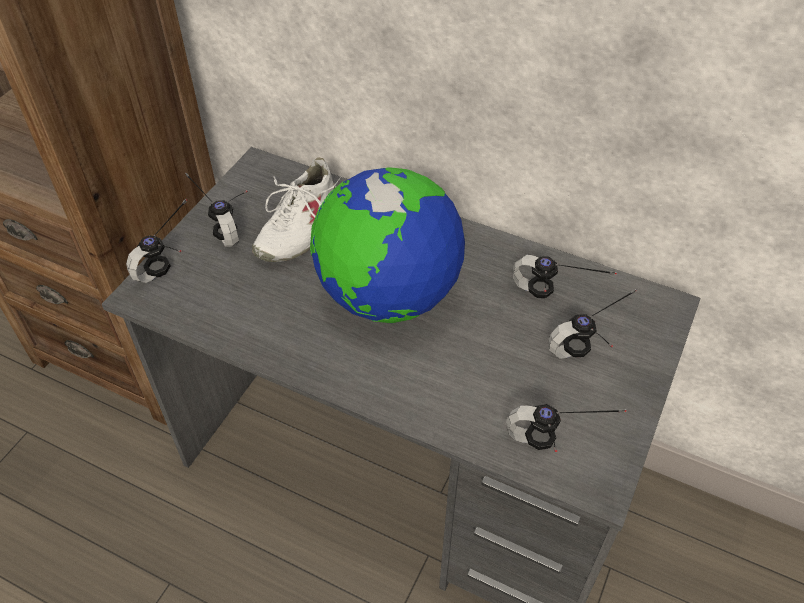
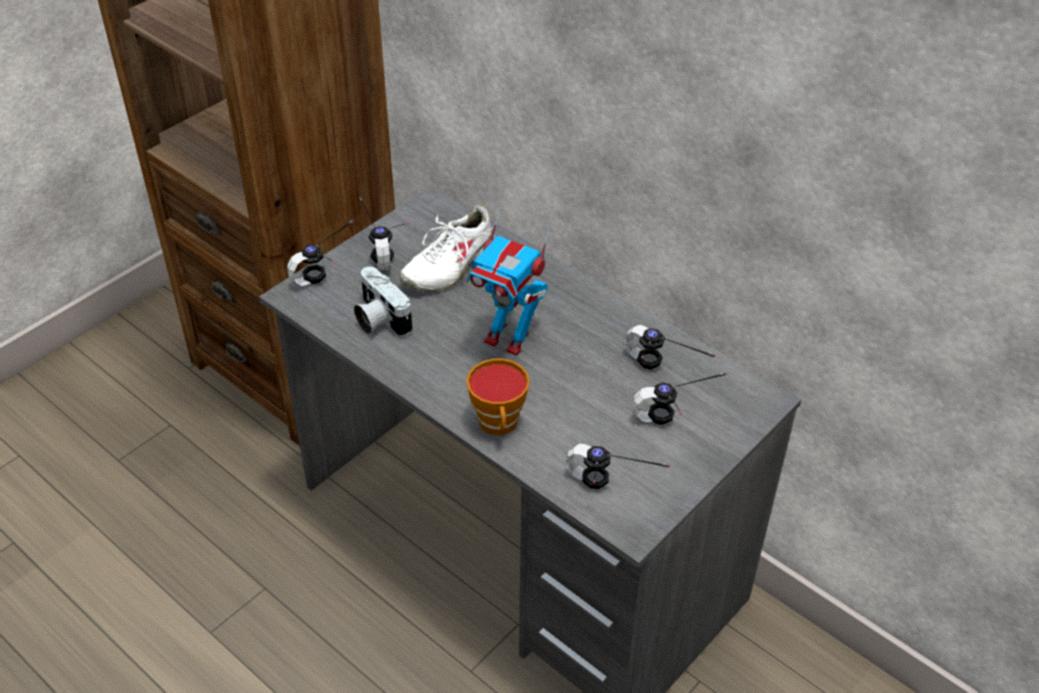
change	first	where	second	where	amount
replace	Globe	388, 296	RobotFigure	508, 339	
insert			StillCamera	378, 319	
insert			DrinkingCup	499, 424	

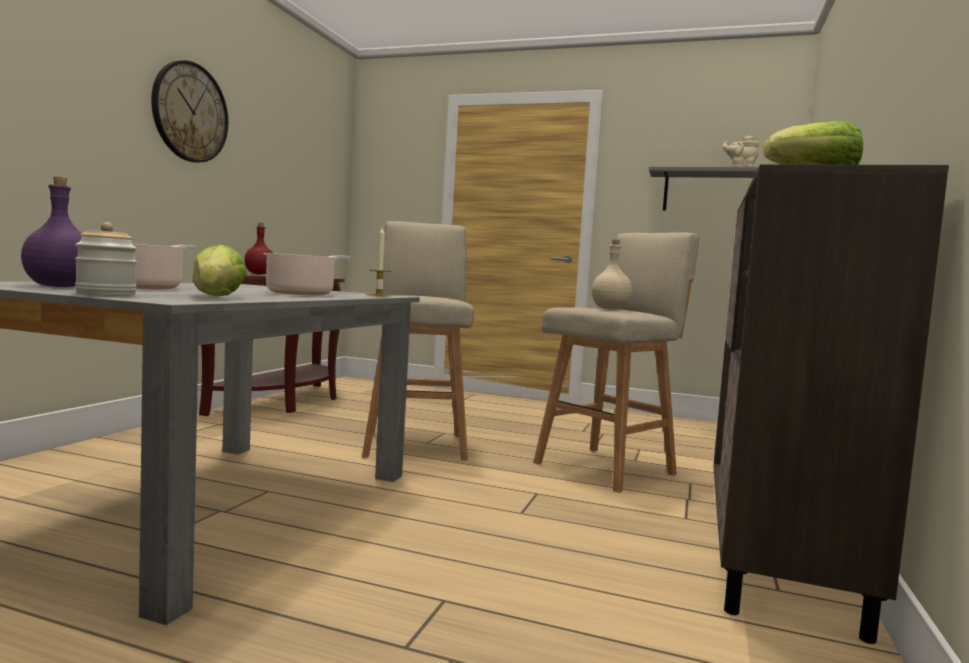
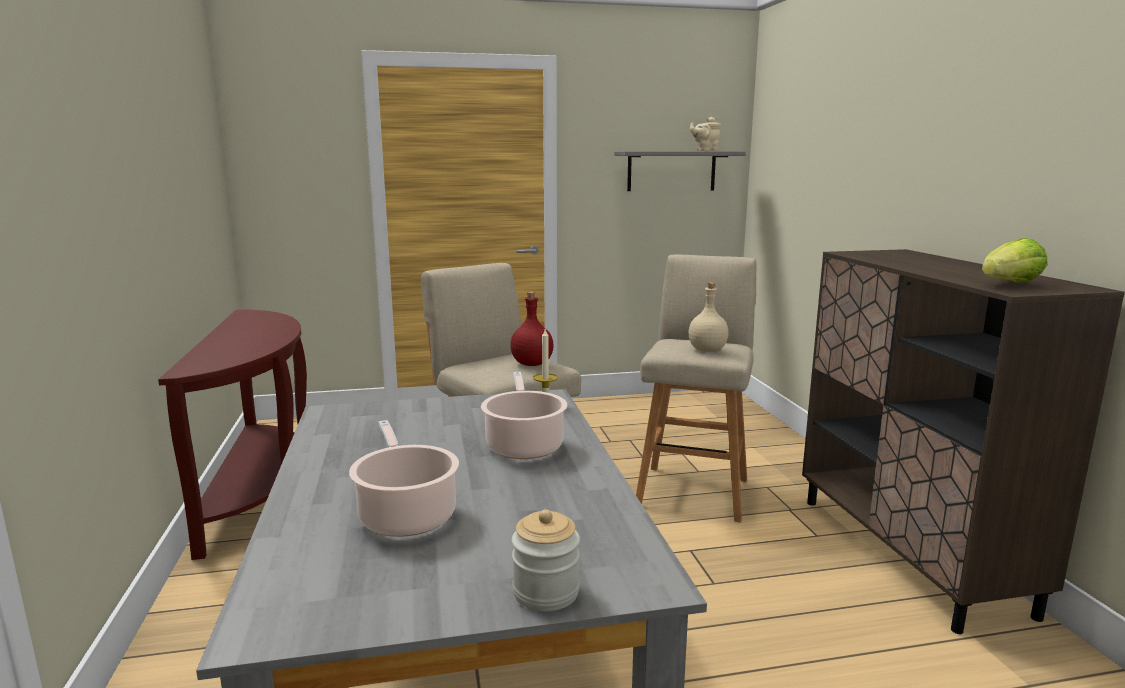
change	first	where	second	where	amount
delete	WallClock	190, 112			
delete	PurplishBeverageBottle	61, 287			
move	RedColouredBeverageBottle	259, 274		531, 364	
delete	HeadOfLettuce	216, 297			

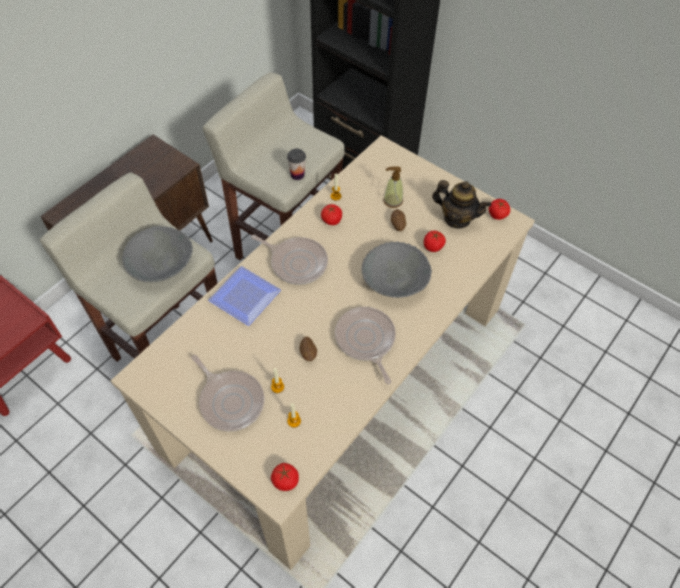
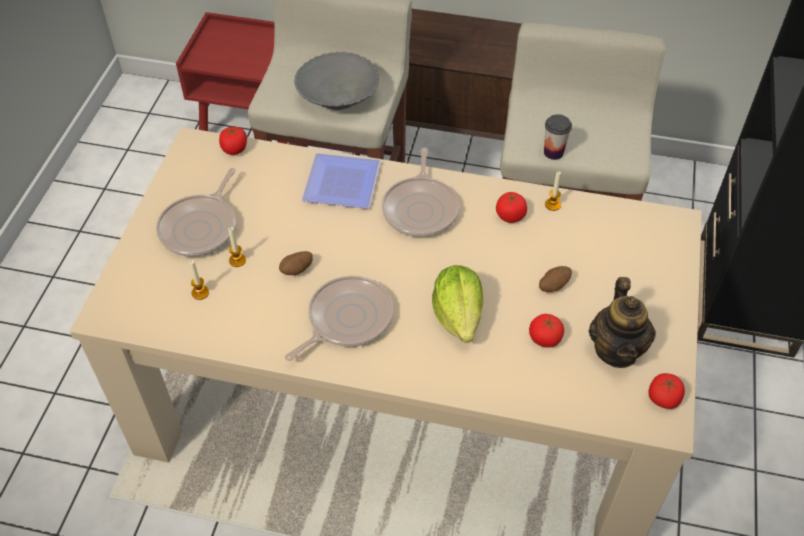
change	first	where	second	where	amount
delete	SoapBottle	392, 201			
replace	GreyServingBowl	394, 280	HeadOfLettuce	458, 316	
move	FreshTomato	285, 480		234, 149	

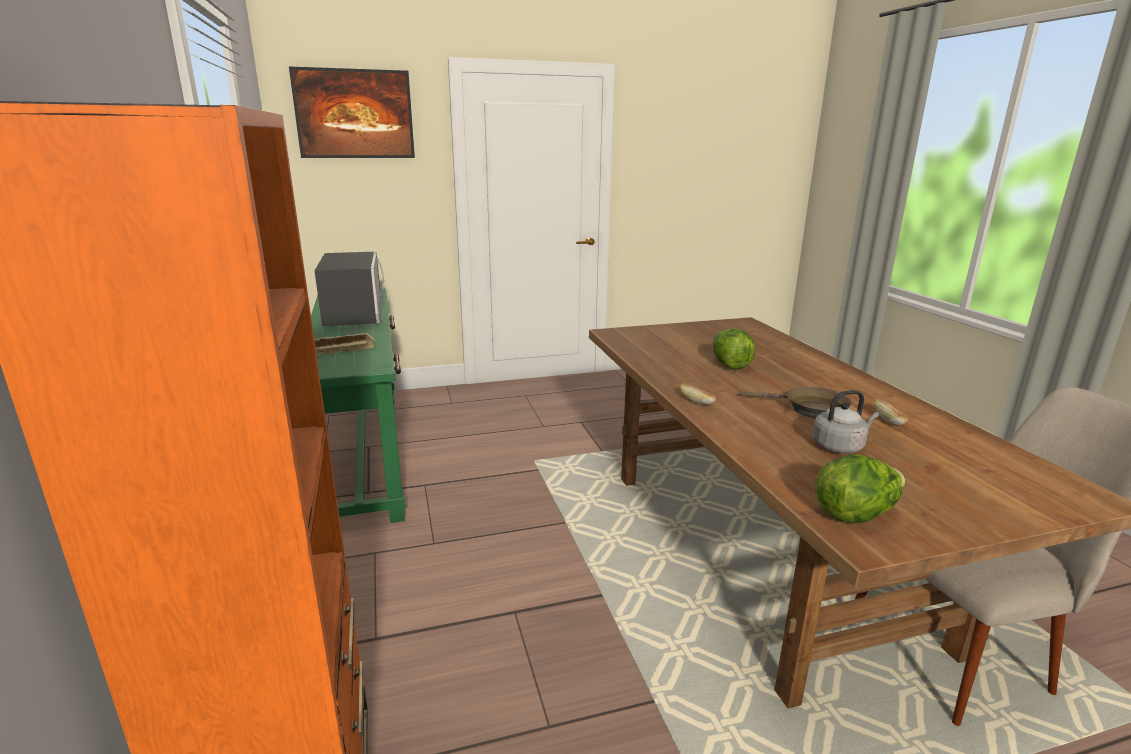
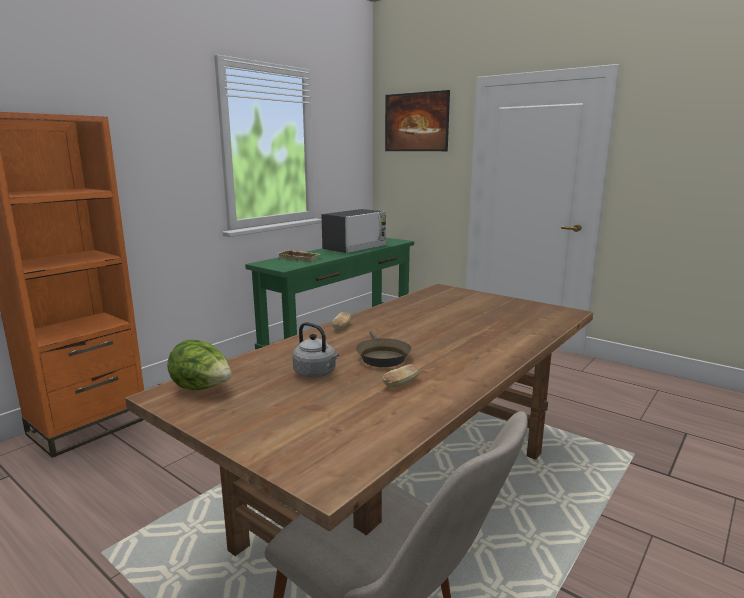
change	first	where	second	where	amount
delete	HeadOfLettuce	729, 365			

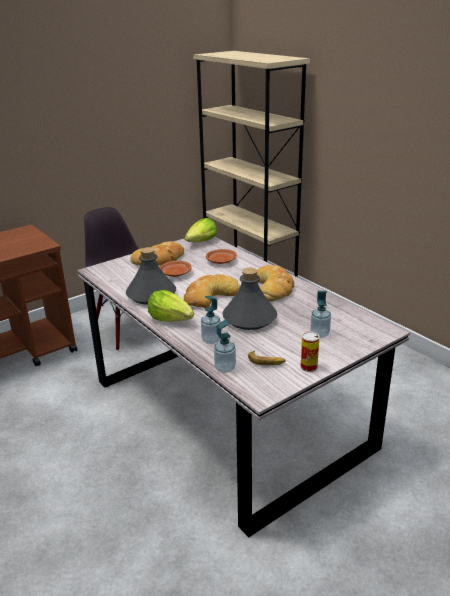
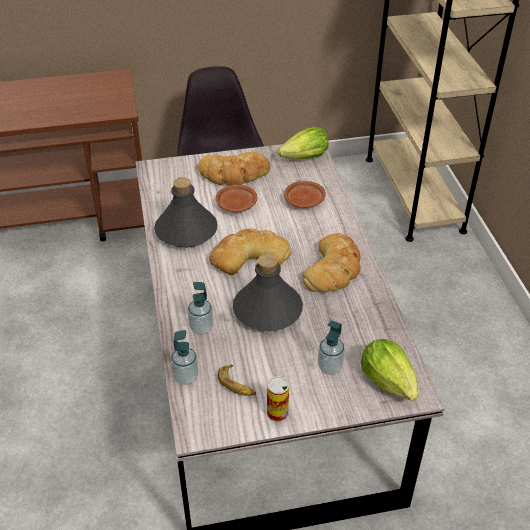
change	first	where	second	where	amount
move	HeadOfLettuce	171, 319		389, 381	

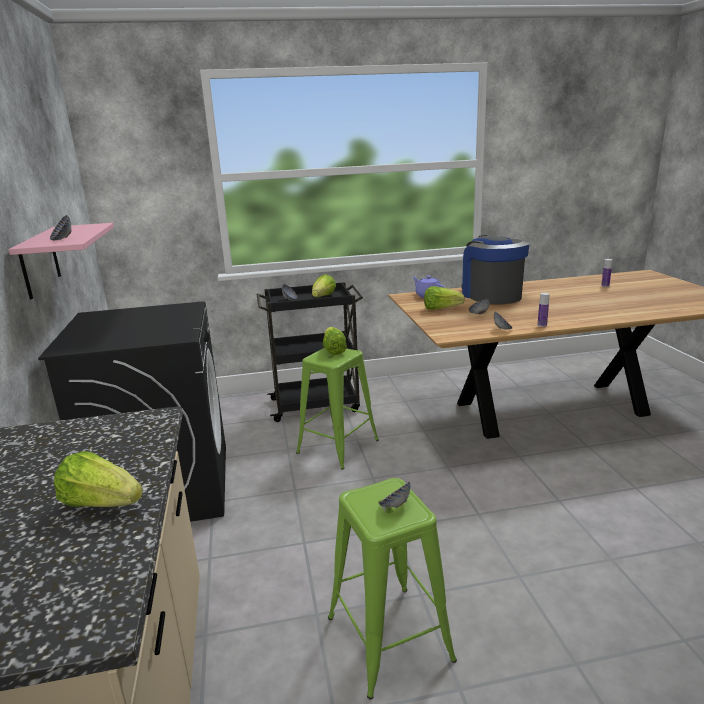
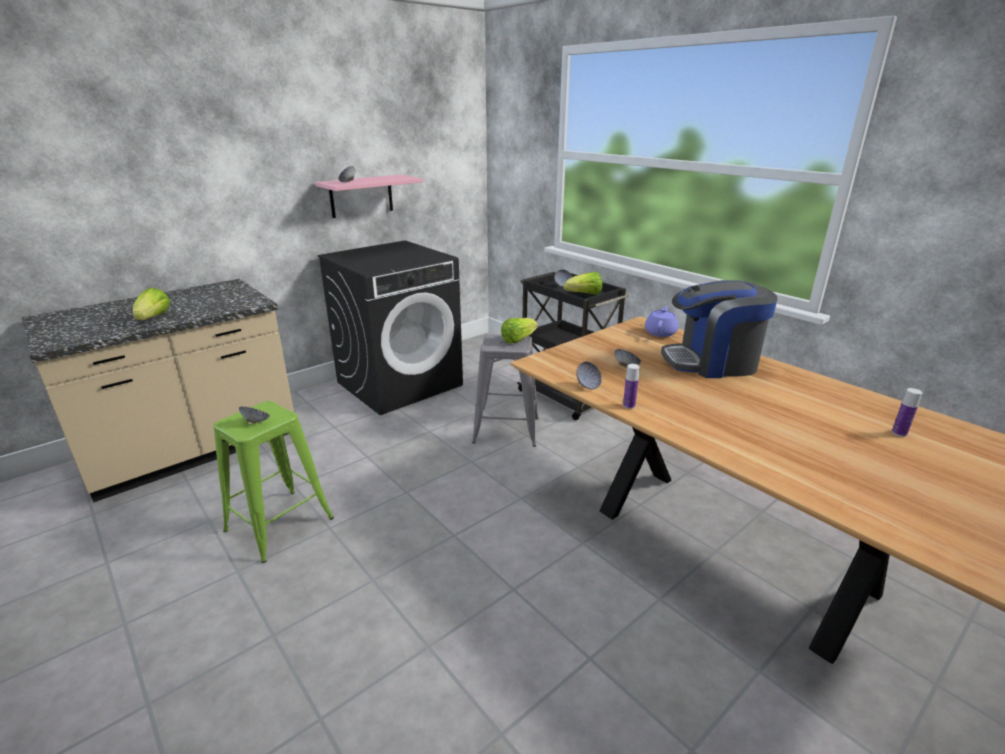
change	first	where	second	where	amount
rotate	CoffeeBrewer	491, 295		712, 362	135 degrees counterclockwise
delete	HeadOfLettuce	441, 309			
recolor	GreenishStoolSeat	337, 447	GreyStoolSeat	505, 430	

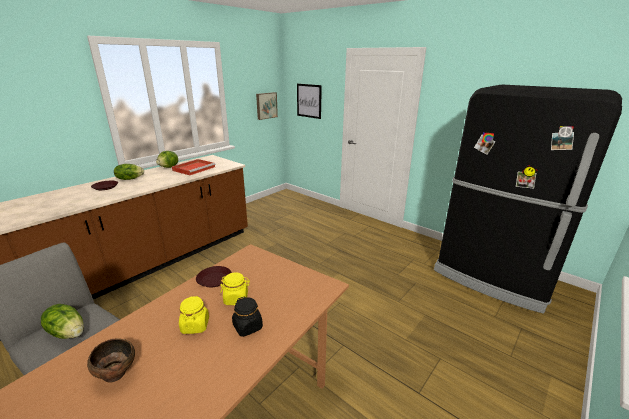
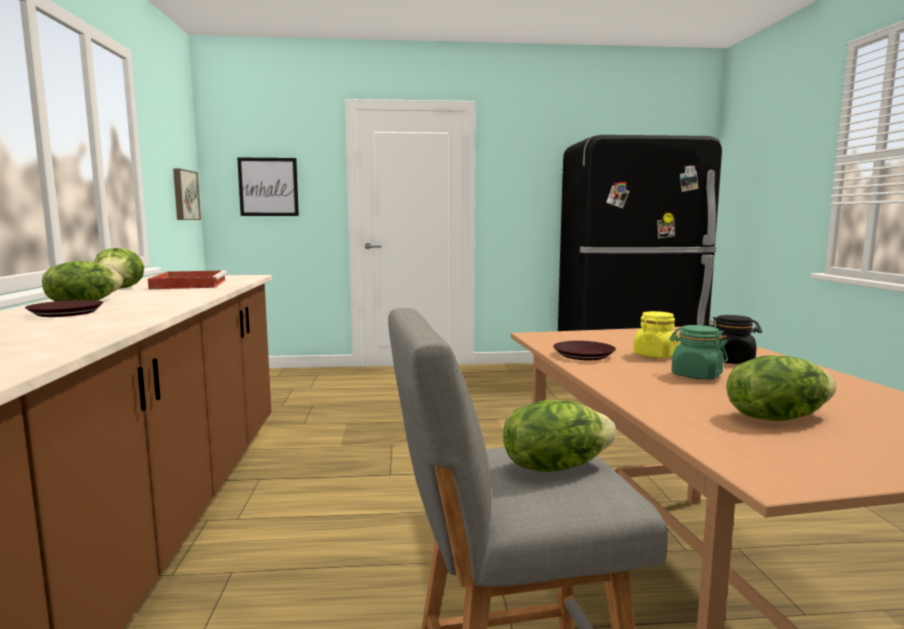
change	first	where	second	where	amount
recolor	YellowishStorageJar	195, 325	GreenishStorageJar	696, 375	
replace	BrownColouredServingBowl	117, 374	HeadOfLettuce	776, 417	

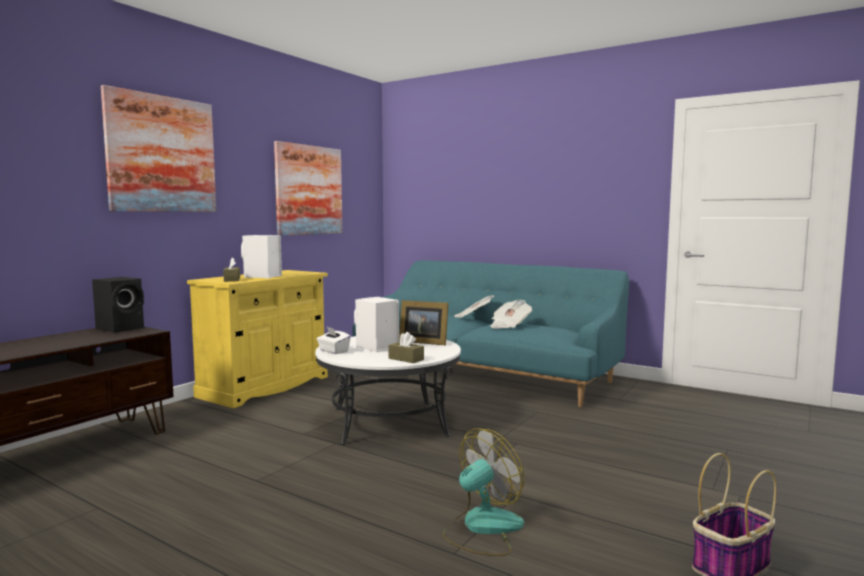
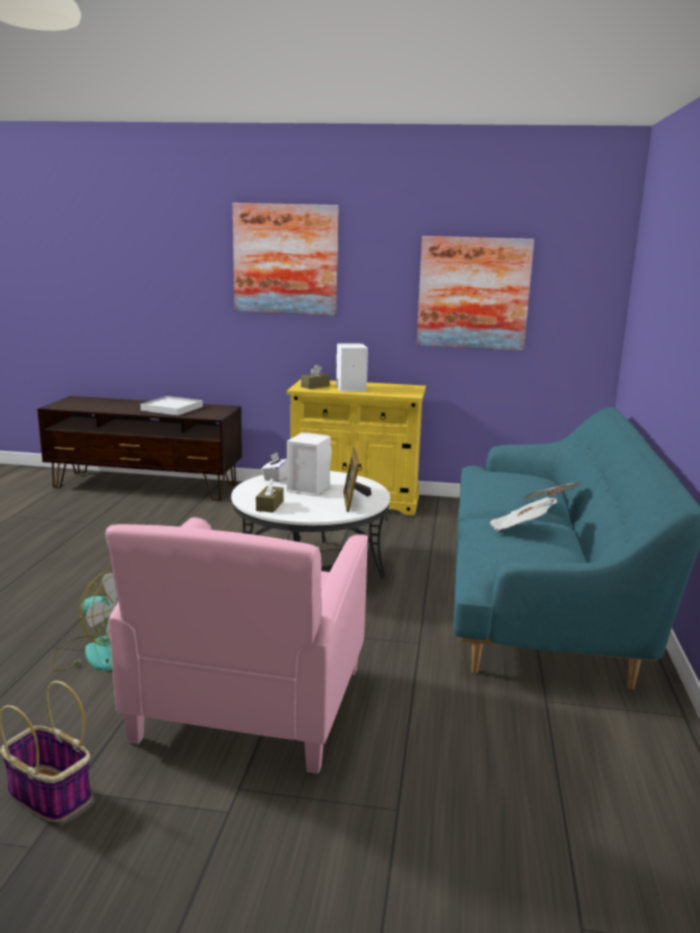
change	first	where	second	where	amount
delete	BlackSpeaker	122, 328			
insert			WhiteTray	172, 408	
insert			PinkColouredLoungeChair	249, 705	

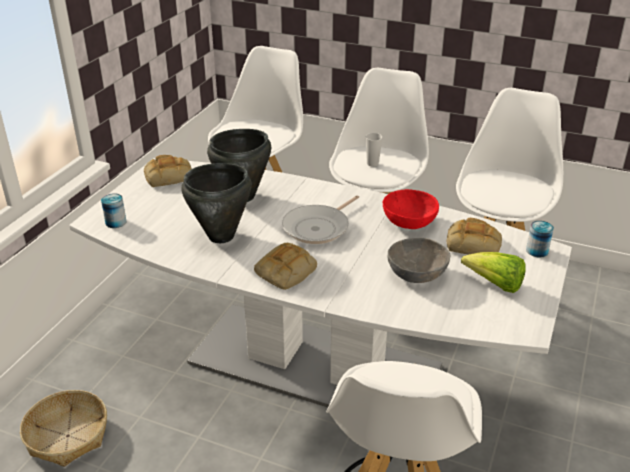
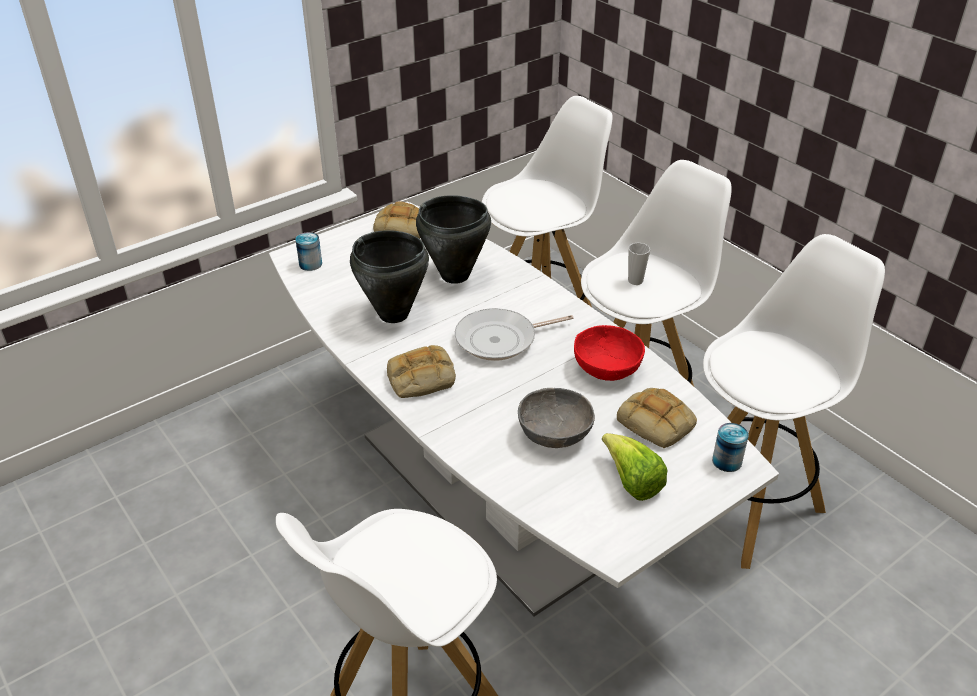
change	first	where	second	where	amount
delete	HouseholdBasket	68, 436			

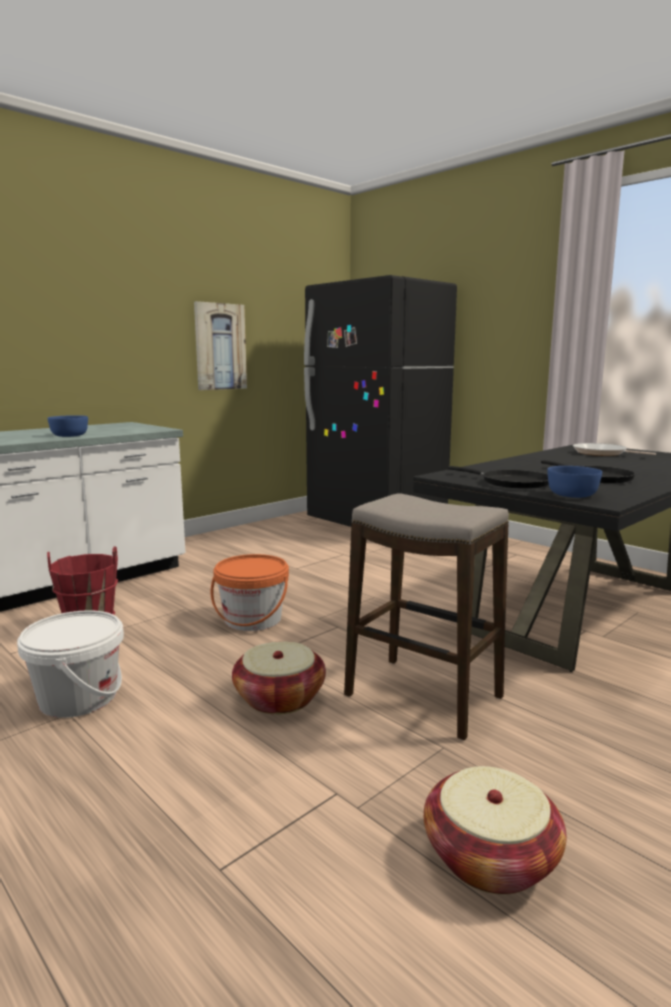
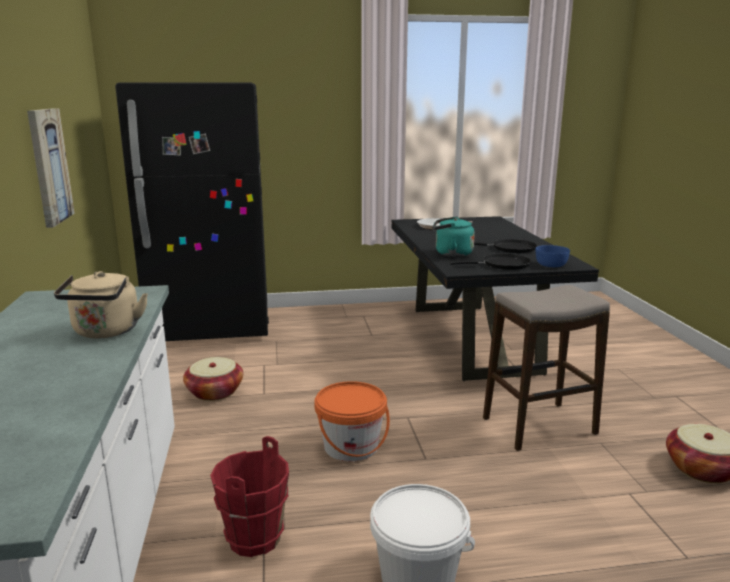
change	first	where	second	where	amount
replace	BluishServingBowl	69, 435	BeigeKettle	106, 332	
move	HouseholdBasket	279, 698		215, 392	
insert			BlueGreenKettle	451, 253	

